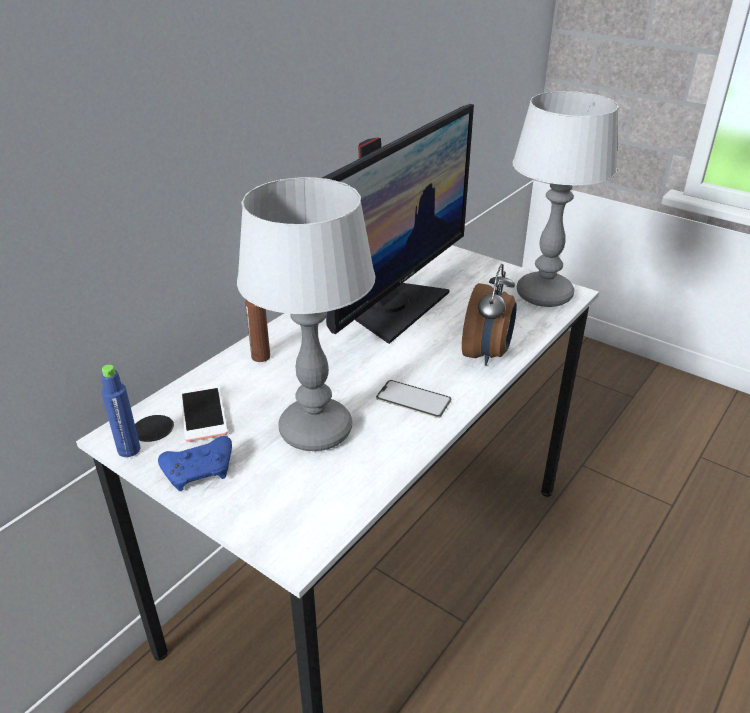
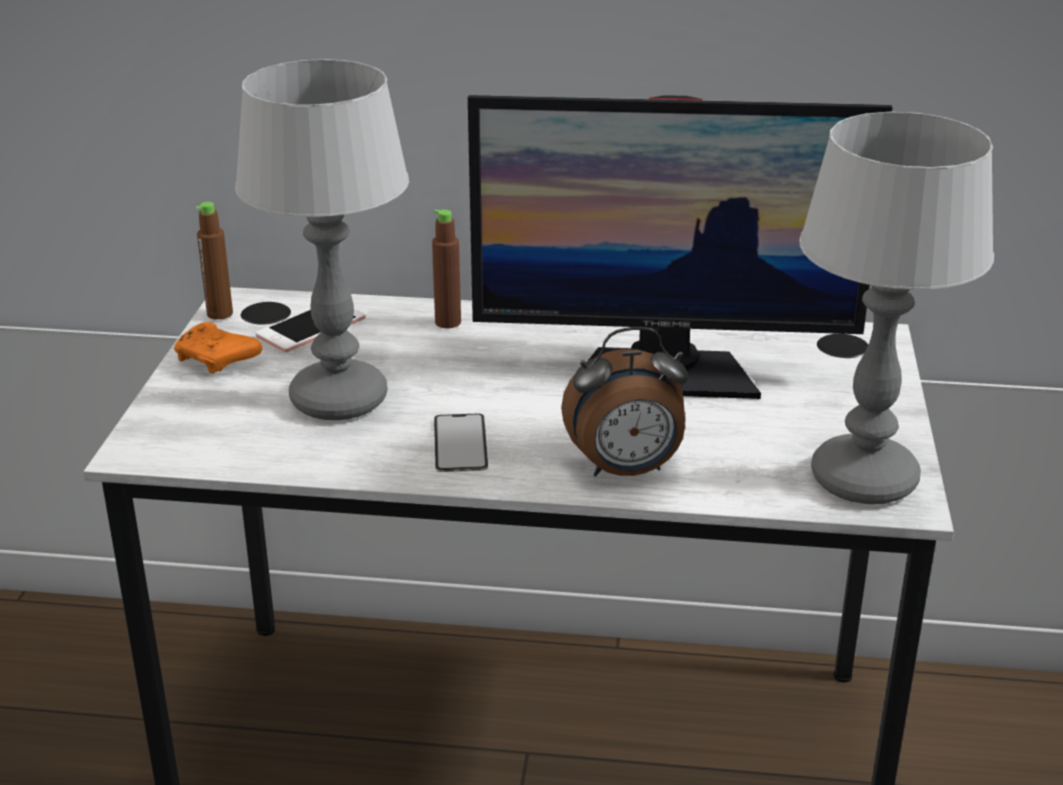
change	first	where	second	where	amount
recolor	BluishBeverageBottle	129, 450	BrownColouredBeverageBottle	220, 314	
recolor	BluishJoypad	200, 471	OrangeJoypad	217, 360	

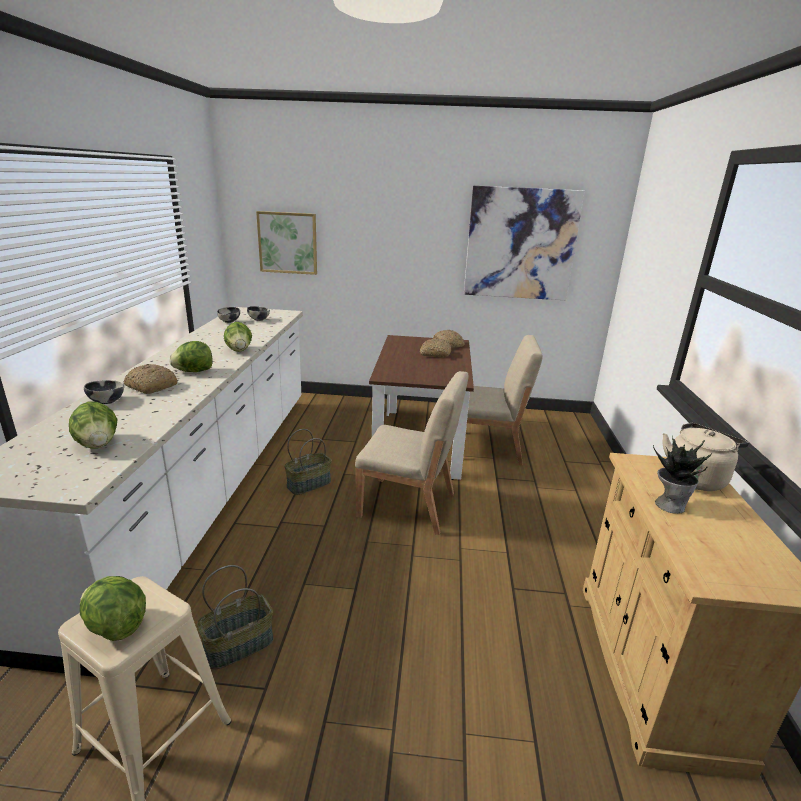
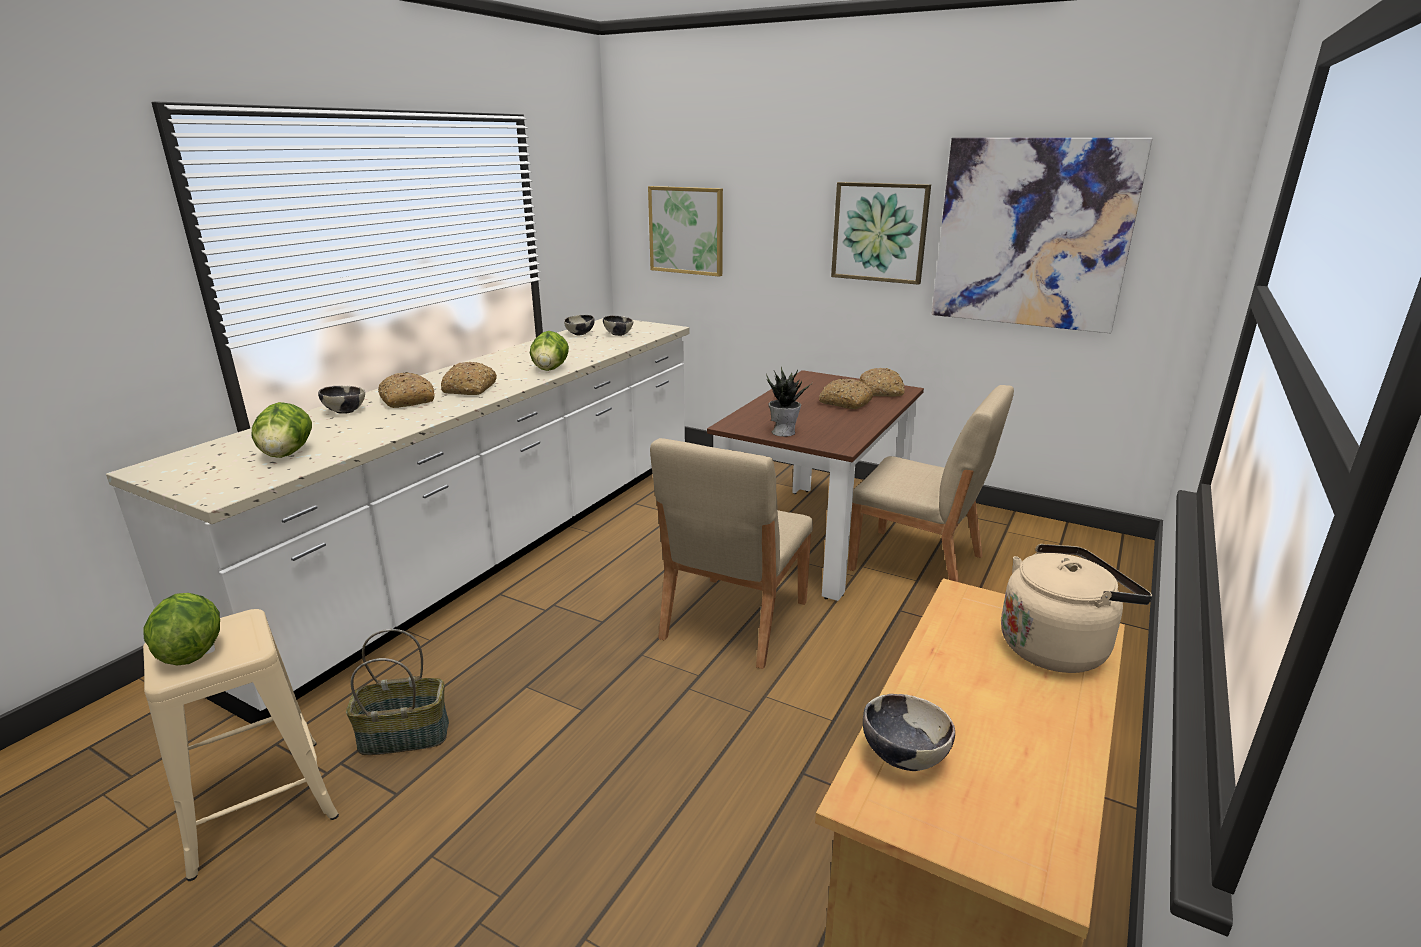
change	first	where	second	where	amount
replace	HeadOfLettuce	194, 371	Bread	470, 389	
rotate	BeigePlainChair	408, 505		733, 620	75 degrees clockwise
delete	HouseholdBasket	309, 484			
move	Houseplant	669, 504		784, 432	
insert			WallPicture	880, 232	
insert			ServingBowl	903, 756	

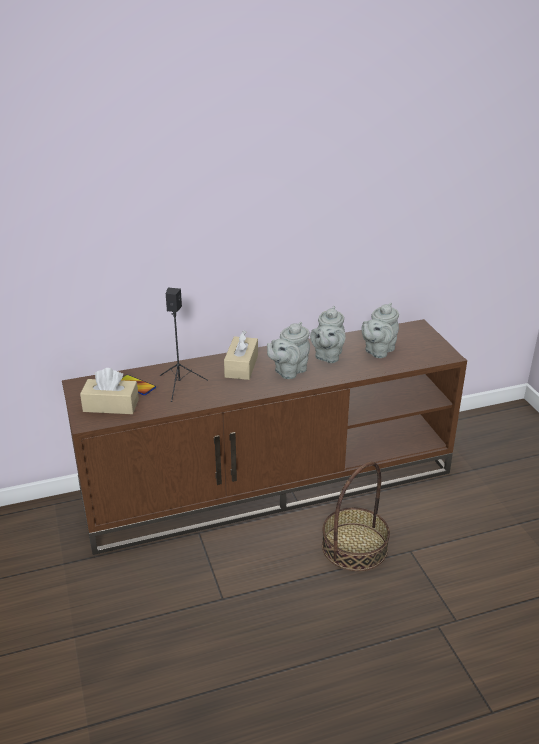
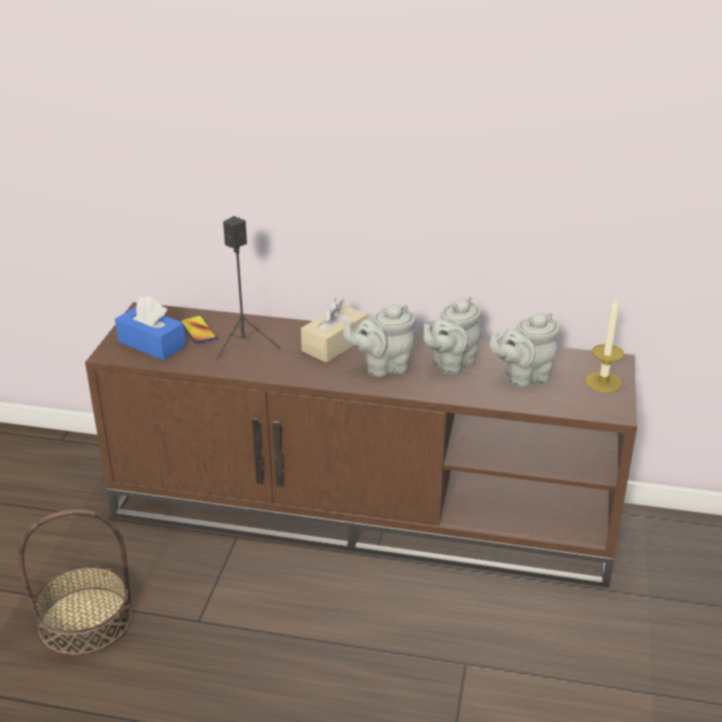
change	first	where	second	where	amount
recolor	BeigeTissueBox	111, 405	BluishTissueBox	152, 344	
move	HouseholdBasket	354, 546		85, 620	
insert			WaxLight	603, 382	

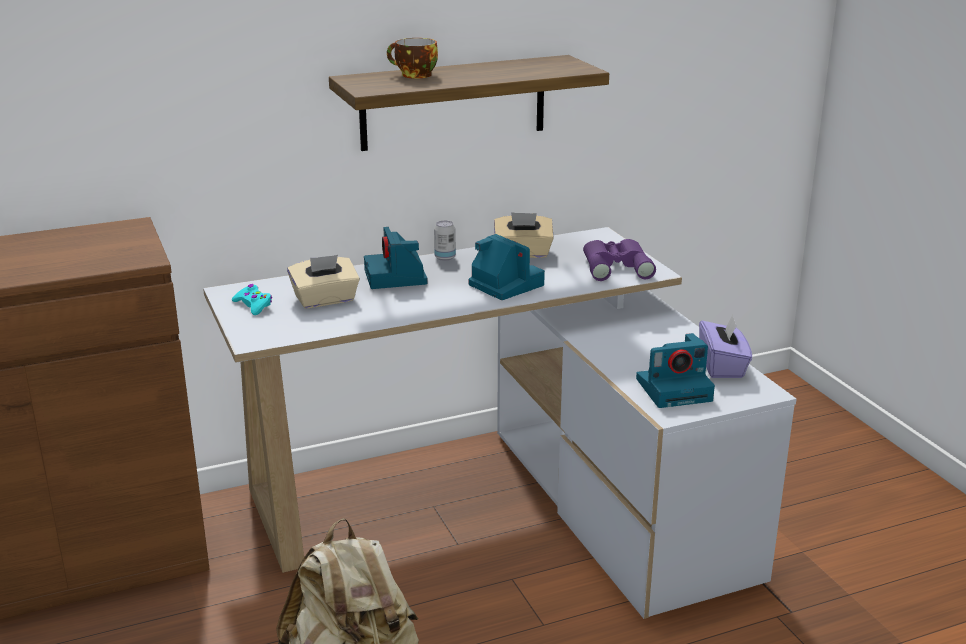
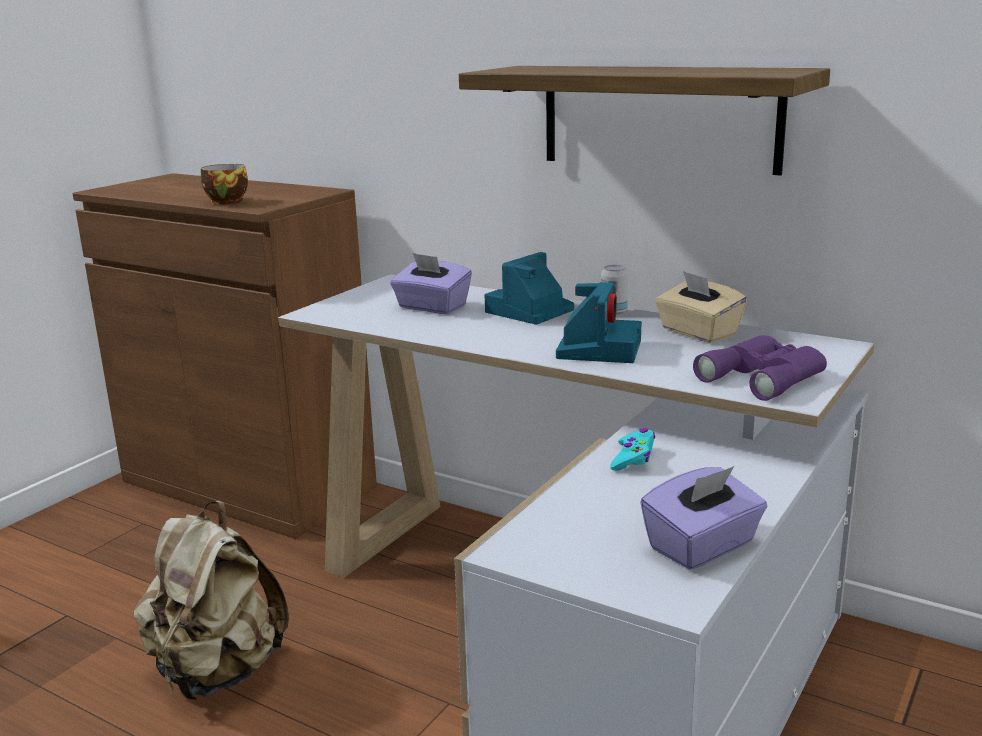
change	first	where	second	where	amount
move	DrinkingCup	414, 75		225, 201	
recolor	BeigeTissueBox	325, 300	PurplishTissueBox	431, 307	
move	BlueGreenJoypad	253, 305		633, 458	
delete	StillCamera	675, 389			

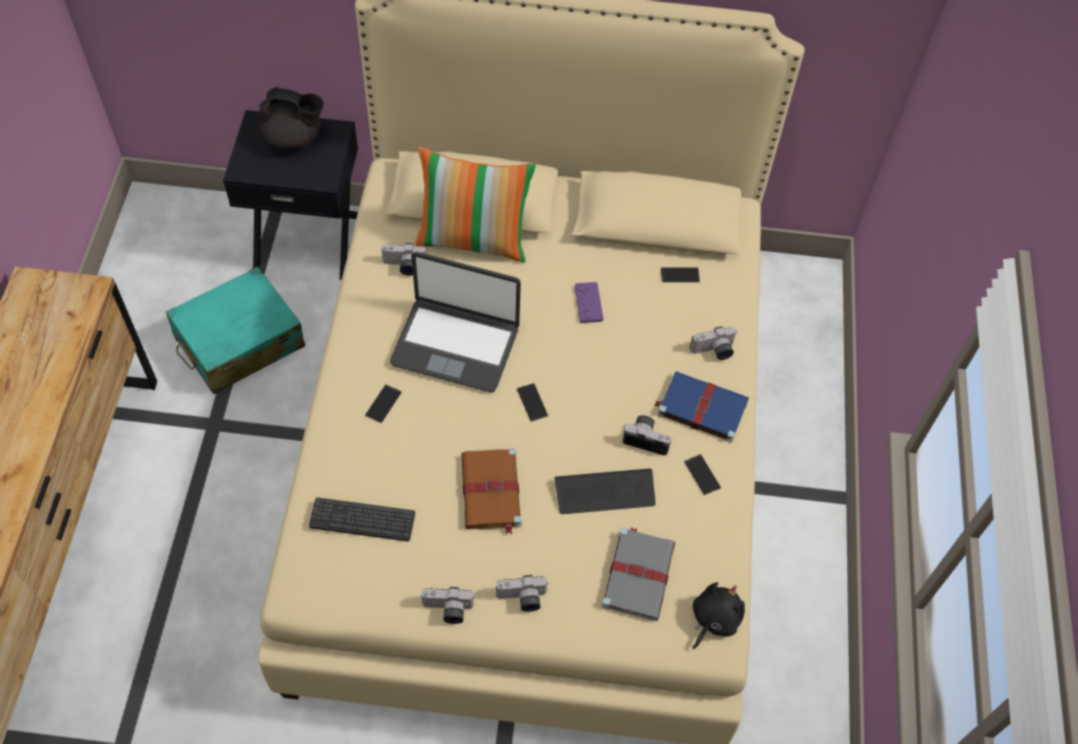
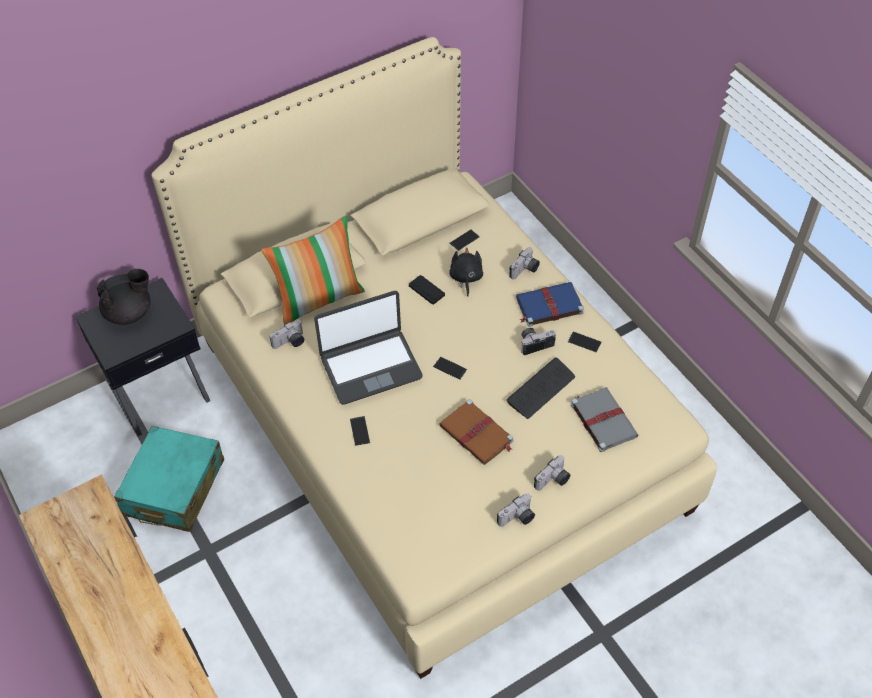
change	first	where	second	where	amount
recolor	PurplishJoypad	588, 303	BlackJoypad	426, 290	
delete	PcKeyboard	362, 520			
move	BlackSoftToy	713, 619		466, 278	

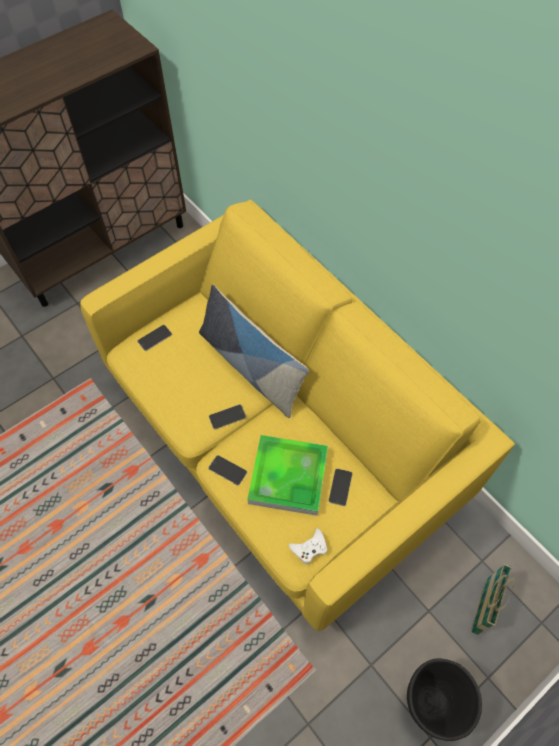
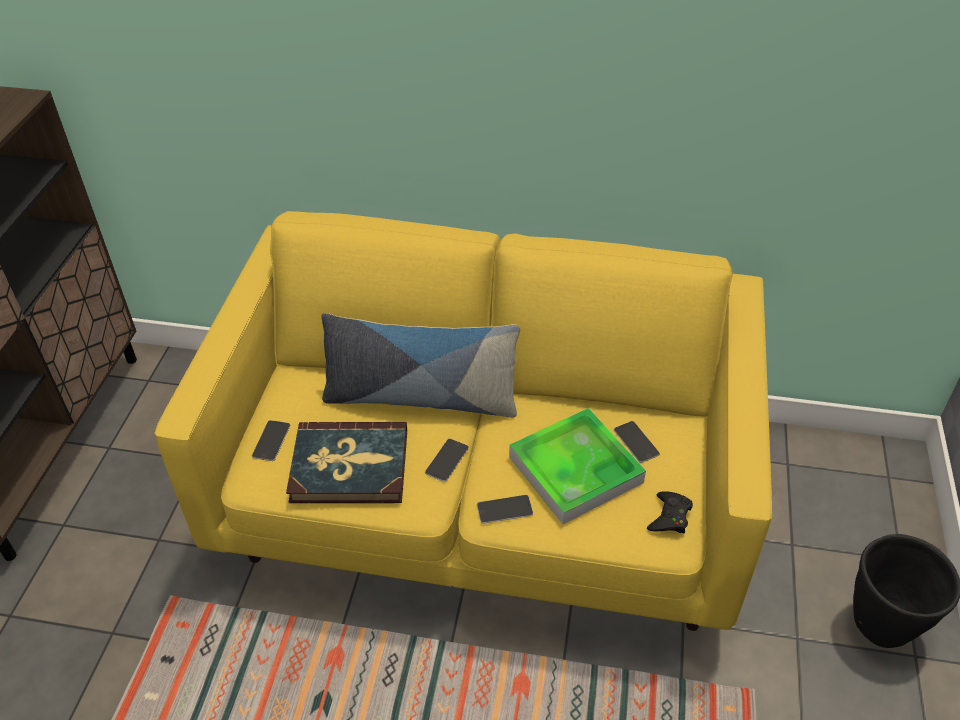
change	first	where	second	where	amount
recolor	WhiteJoypad	309, 548	BlackJoypad	669, 517	
delete	HouseholdBasket	481, 606			
insert			Book	349, 466	

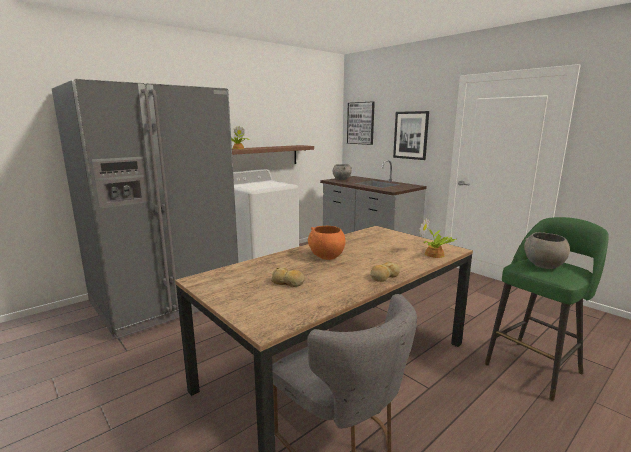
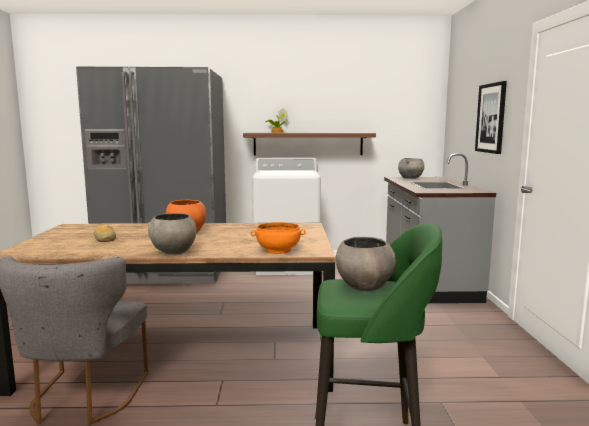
change	first	where	second	where	amount
delete	WallPicture	361, 123			
replace	Houseplant	435, 255	OrangeServingBowl	278, 251	
replace	Bread	384, 276	GreyServingBowl	173, 252	

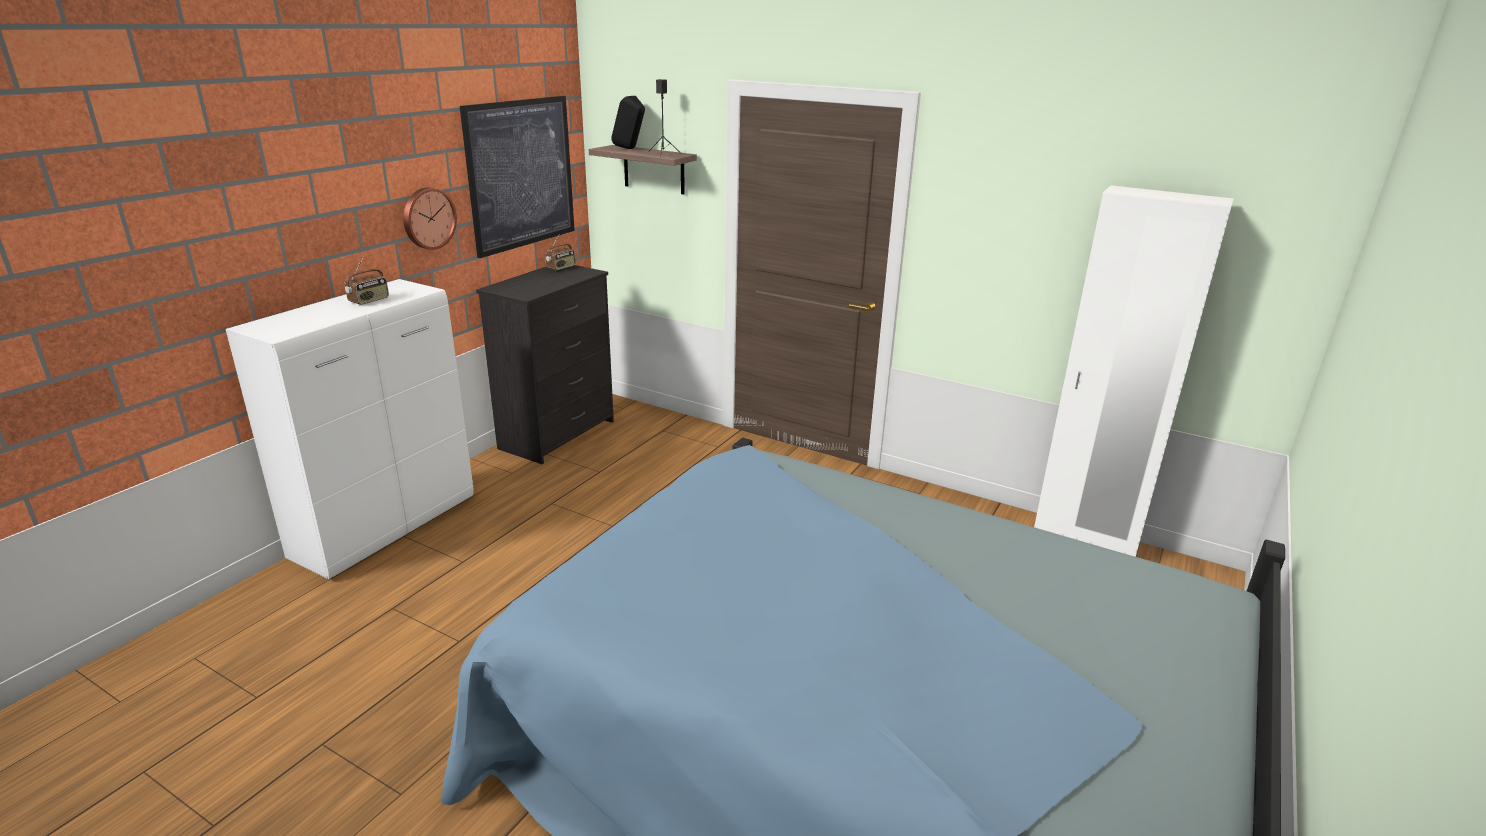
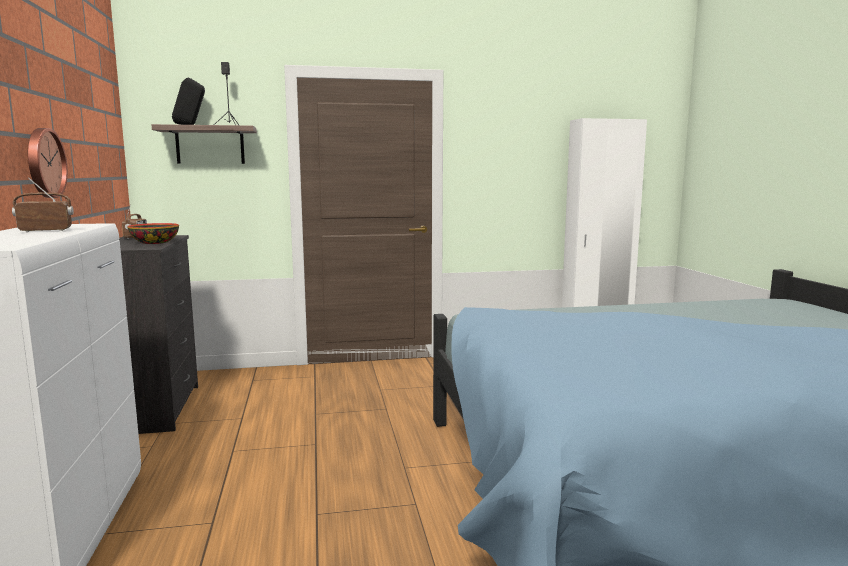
change	first	where	second	where	amount
delete	WallPicture	521, 174			
rotate	RadioSet	369, 300		46, 230	105 degrees counterclockwise
insert			ServingBowl	154, 242	

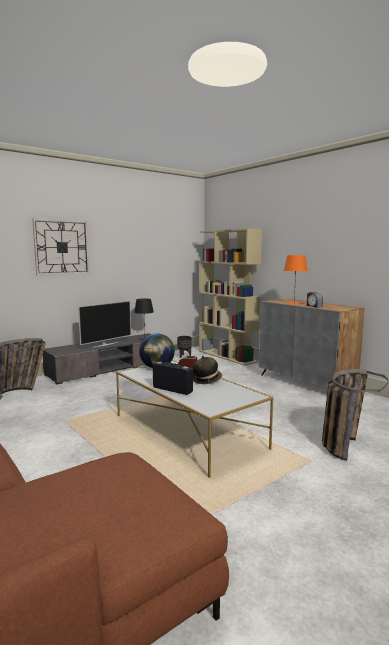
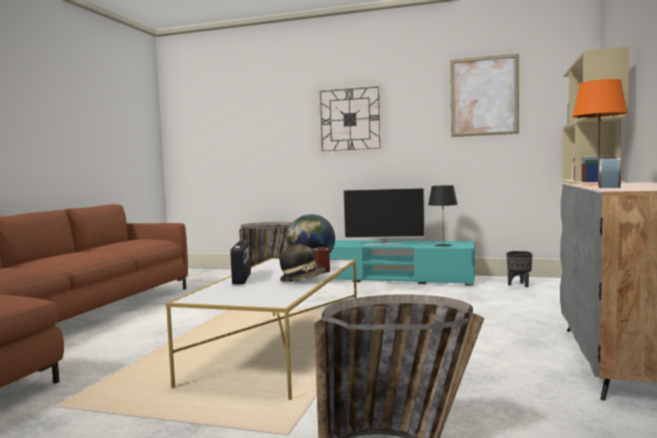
change	first	where	second	where	amount
recolor	GreyTvUnit	108, 368	BlueGreenTvUnit	392, 278	
insert			WallPicture	484, 96	

